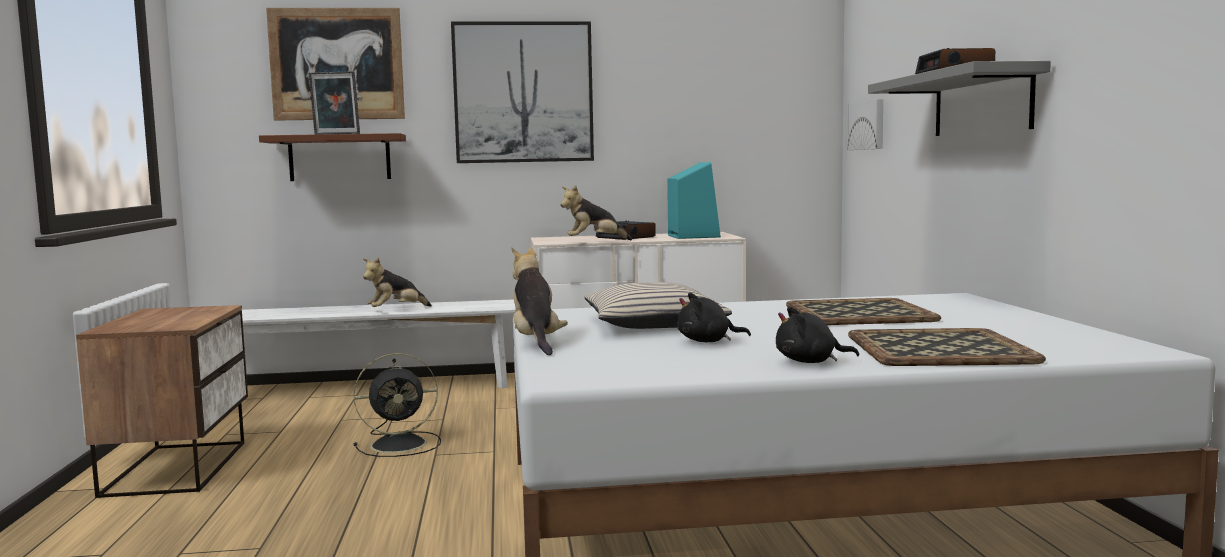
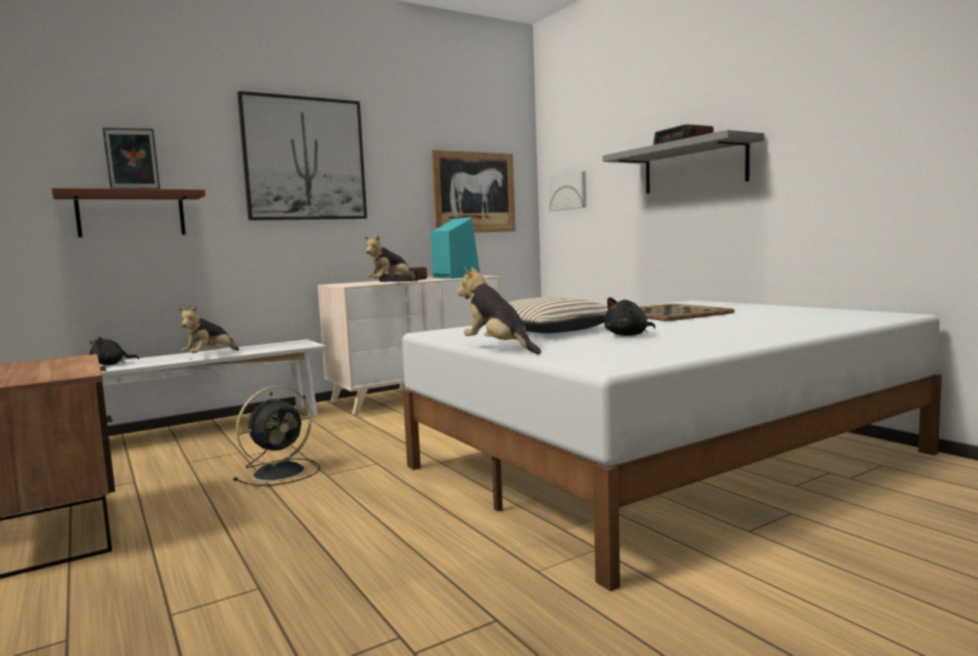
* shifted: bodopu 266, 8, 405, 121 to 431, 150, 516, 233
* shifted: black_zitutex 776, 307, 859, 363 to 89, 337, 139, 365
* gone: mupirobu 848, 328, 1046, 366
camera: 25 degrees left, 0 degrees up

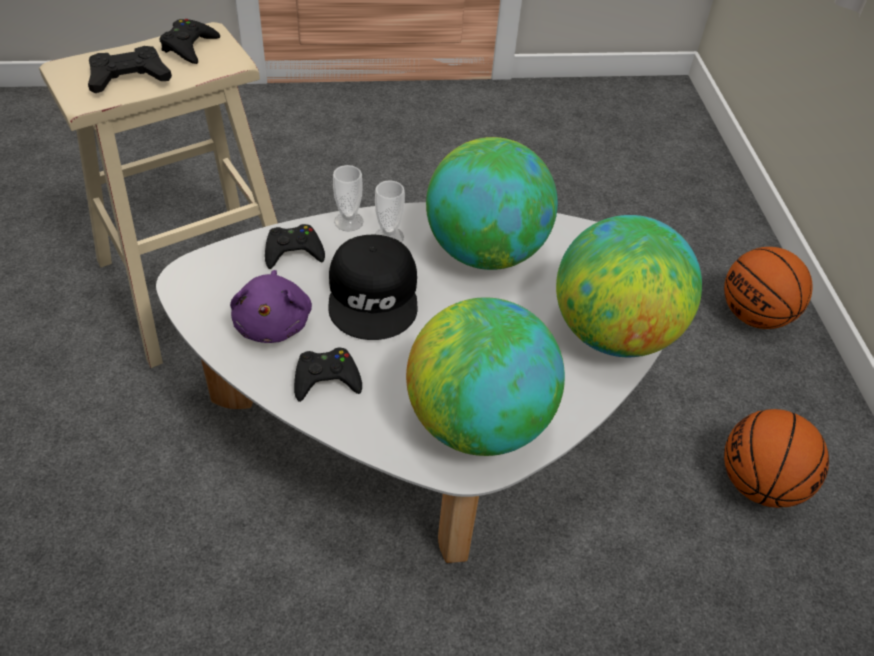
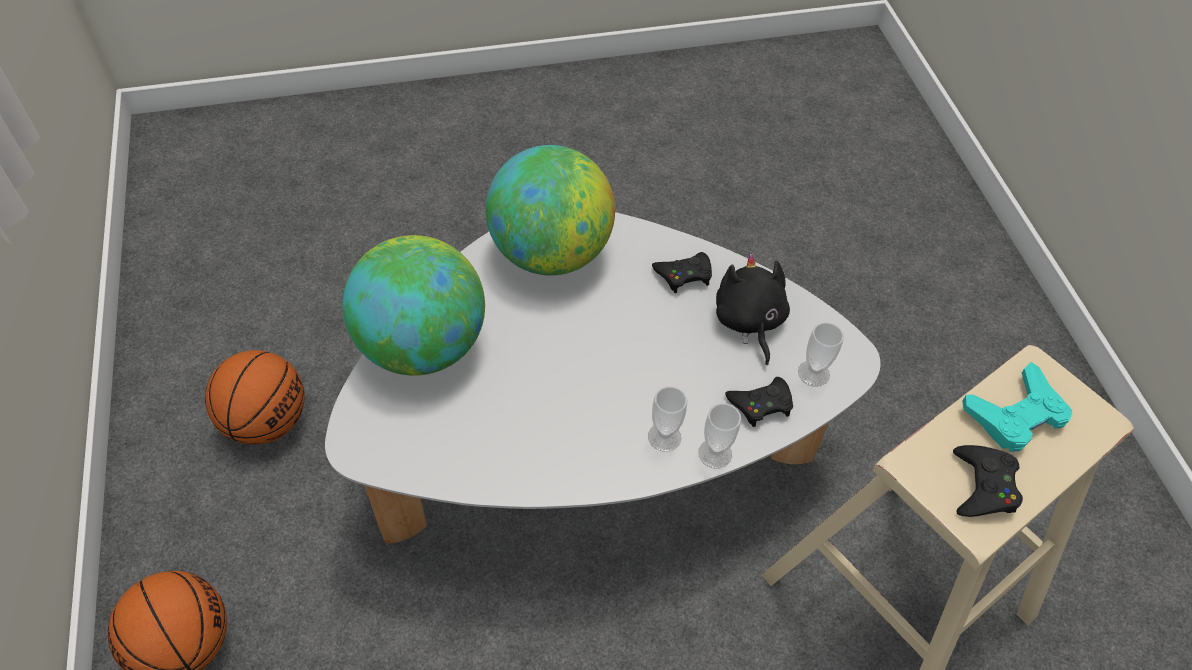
* repainted: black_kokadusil 88, 46, 172, 93 to turquoise_kokadusil 962, 362, 1072, 452
* gone: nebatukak 426, 137, 558, 270
* gone: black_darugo 328, 235, 418, 340
* repainted: purple_zitutex 230, 270, 312, 343 to black_zitutex 716, 254, 790, 365
* new: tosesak 798, 322, 844, 387
camera: 175 degrees right, 5 degrees up

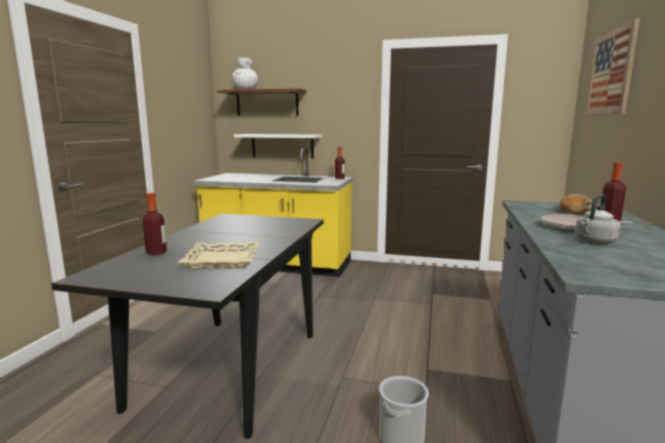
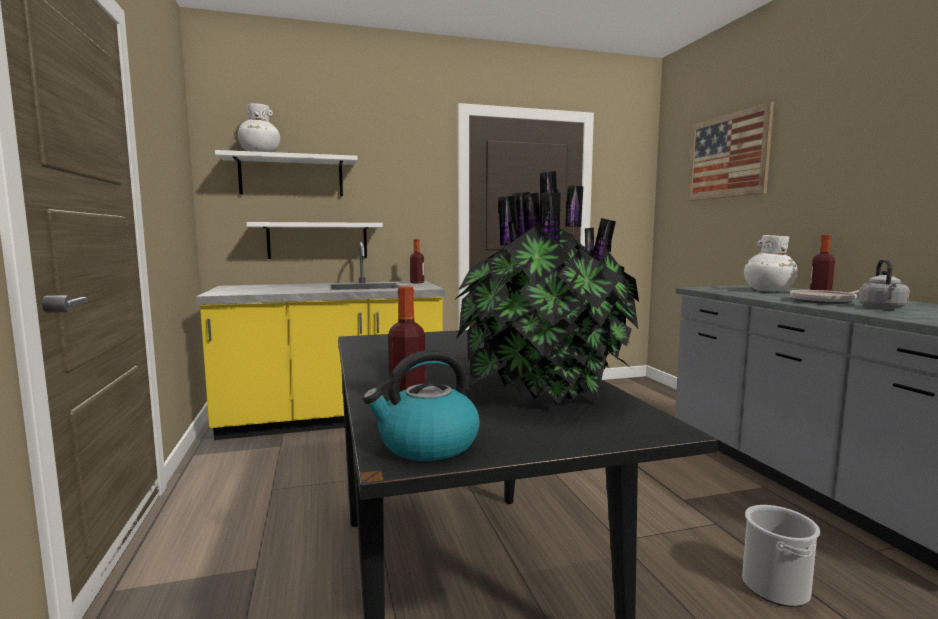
* repainted: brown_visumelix 217, 88, 307, 116 to white_visumelix 215, 150, 358, 196
* swapped: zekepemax 559, 194, 591, 214 to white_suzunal 744, 235, 797, 291
* swapped: beige_mupirobu 178, 242, 260, 269 to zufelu 454, 171, 639, 404
* new: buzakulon 363, 350, 480, 461
camera: 30 degrees left, 5 degrees down

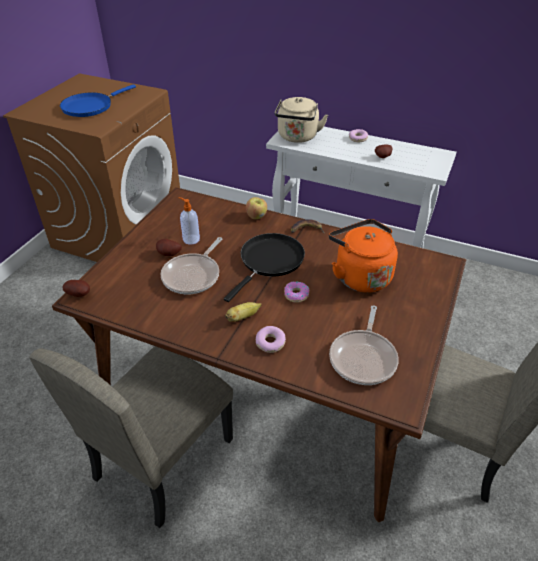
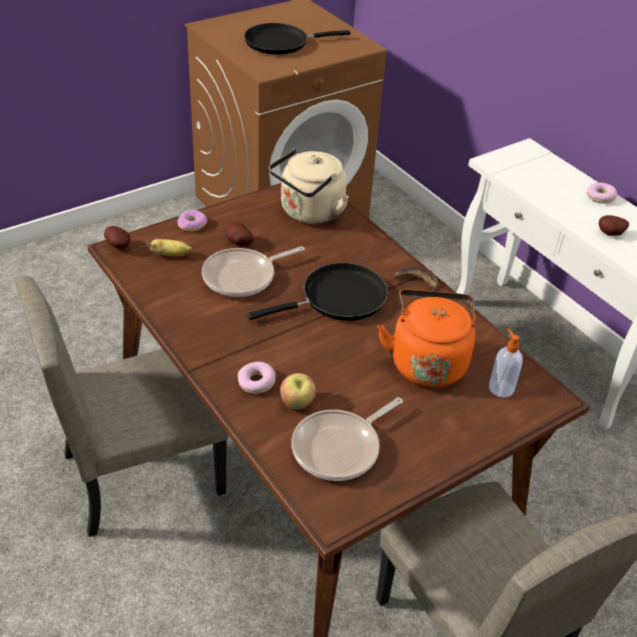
* repainted: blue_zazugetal 60, 84, 136, 117 to black_zazugetal 244, 23, 351, 55
* shifted: beige_buzakulon 275, 97, 328, 143 to 269, 149, 349, 224
* shifted: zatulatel 179, 197, 200, 245 to 489, 327, 523, 398
* shifted: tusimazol 246, 197, 267, 219 to 280, 373, 316, 410
* shifted: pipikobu 284, 282, 309, 303 to 178, 210, 207, 231
* shifted: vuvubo 225, 302, 262, 322 to 146, 239, 192, 257
camera: 30 degrees right, 0 degrees up

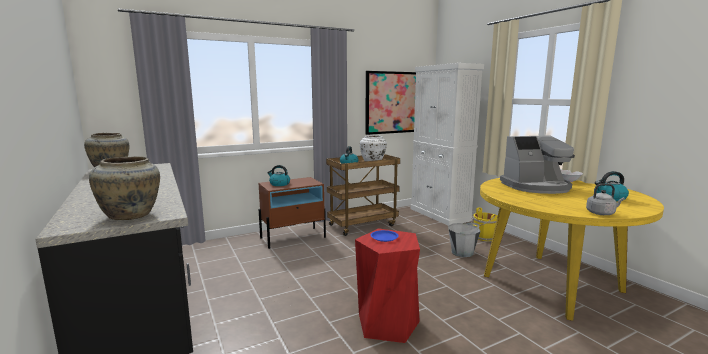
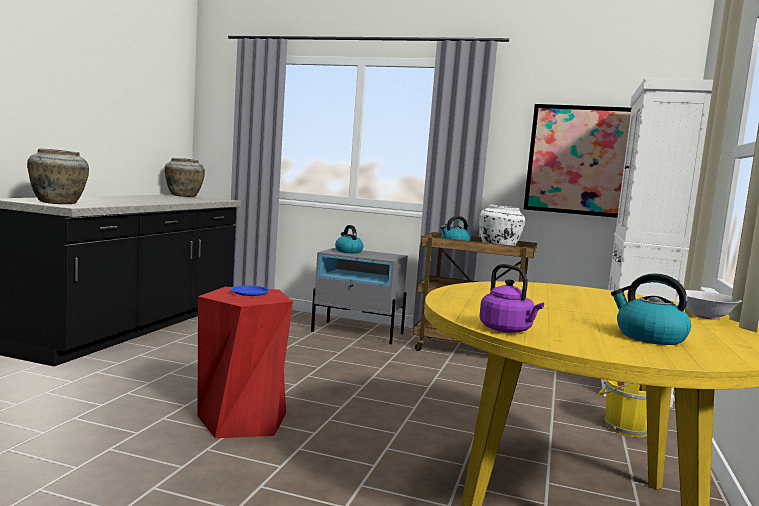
* gone: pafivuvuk 500, 136, 575, 194
* repainted: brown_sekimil 259, 177, 326, 249 to grey_sekimil 311, 247, 408, 344
* repainted: grey_buzakulon 586, 183, 625, 215 to purple_buzakulon 479, 264, 544, 333
* gone: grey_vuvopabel 448, 223, 480, 257
camera: 45 degrees right, 5 degrees down

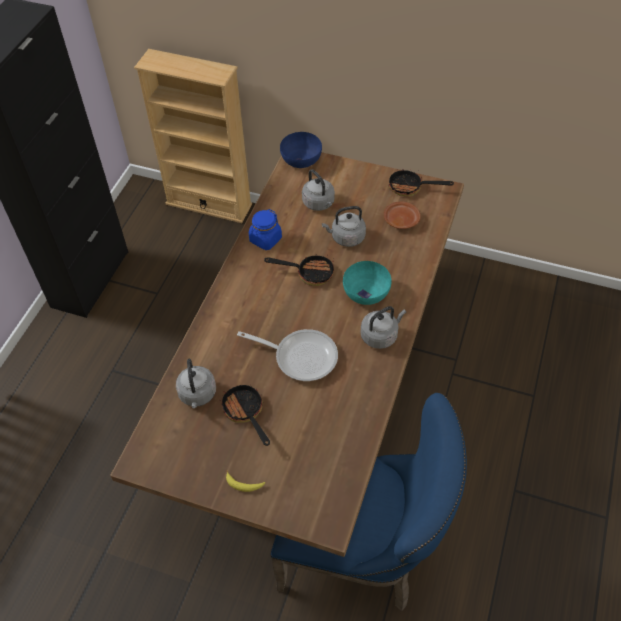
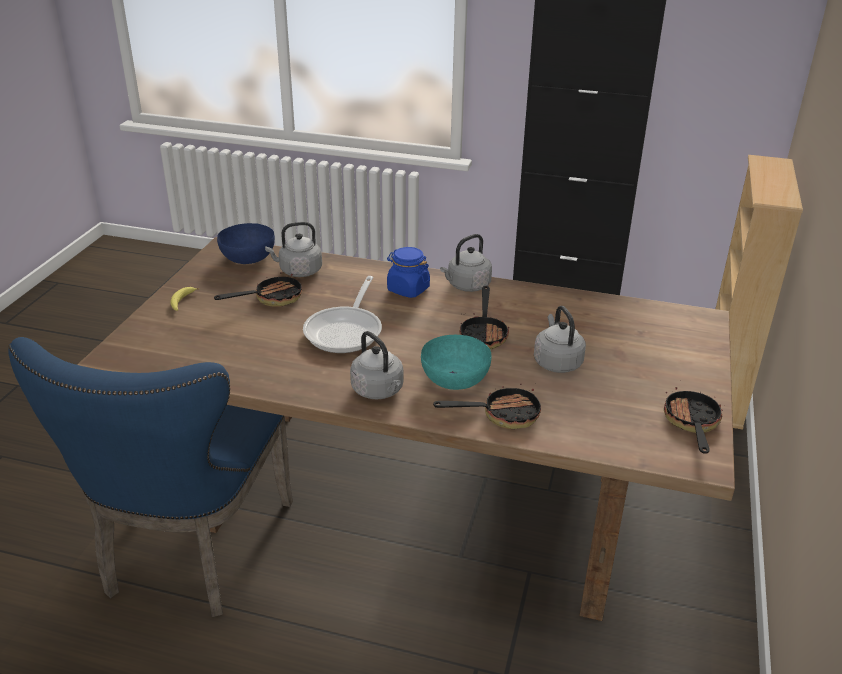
* shifted: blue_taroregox 280, 132, 322, 168 to 217, 223, 275, 264
* shifted: grey_buzakulon 302, 169, 335, 211 to 440, 234, 492, 292
* gone: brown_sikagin 384, 201, 421, 229
* shifted: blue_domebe 249, 209, 282, 250 to 387, 247, 430, 298
* new: zazugetal 433, 384, 541, 429
camera: 85 degrees right, 20 degrees down

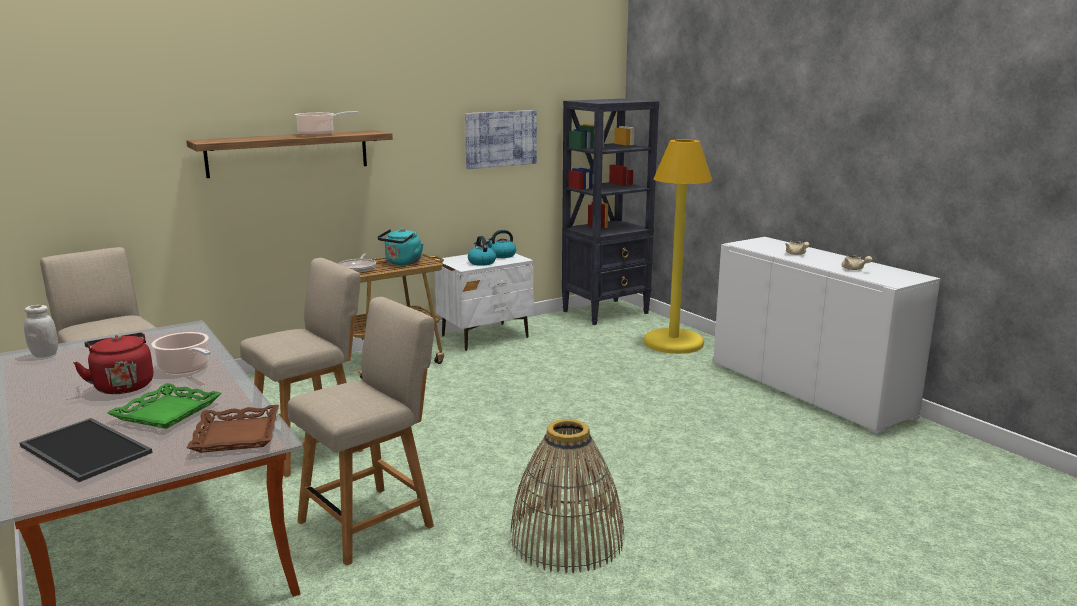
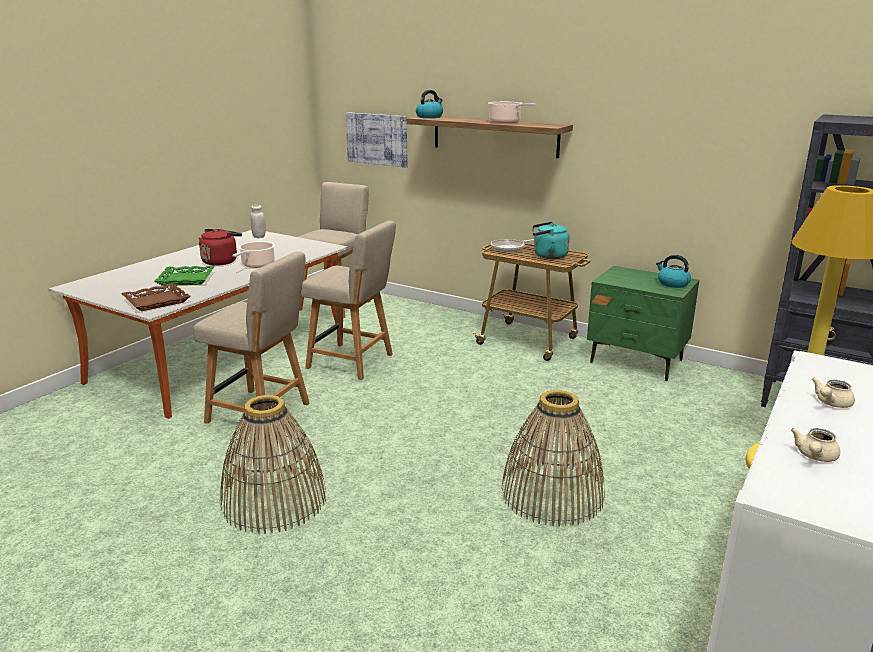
* shifted: bodopu 465, 110, 537, 169 to 345, 112, 407, 168
* shifted: buzakulon 468, 236, 496, 266 to 416, 90, 443, 118
* repainted: white_sekimil 434, 253, 534, 351 to green_sekimil 587, 266, 699, 381
* gone: mupirobu 20, 418, 153, 482
* new: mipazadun 501, 390, 605, 527
camera: 65 degrees right, 5 degrees up

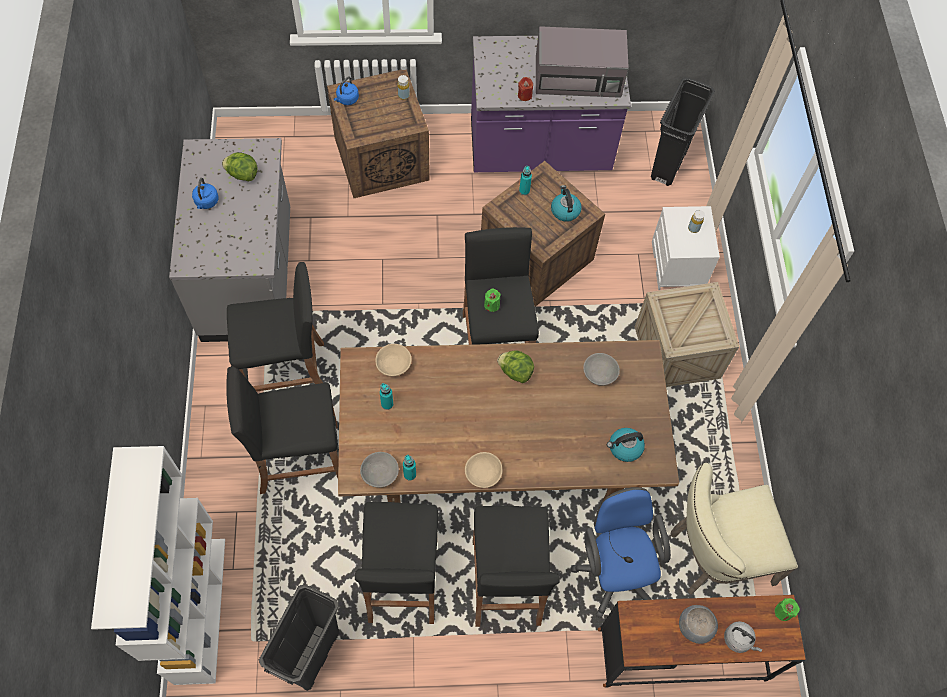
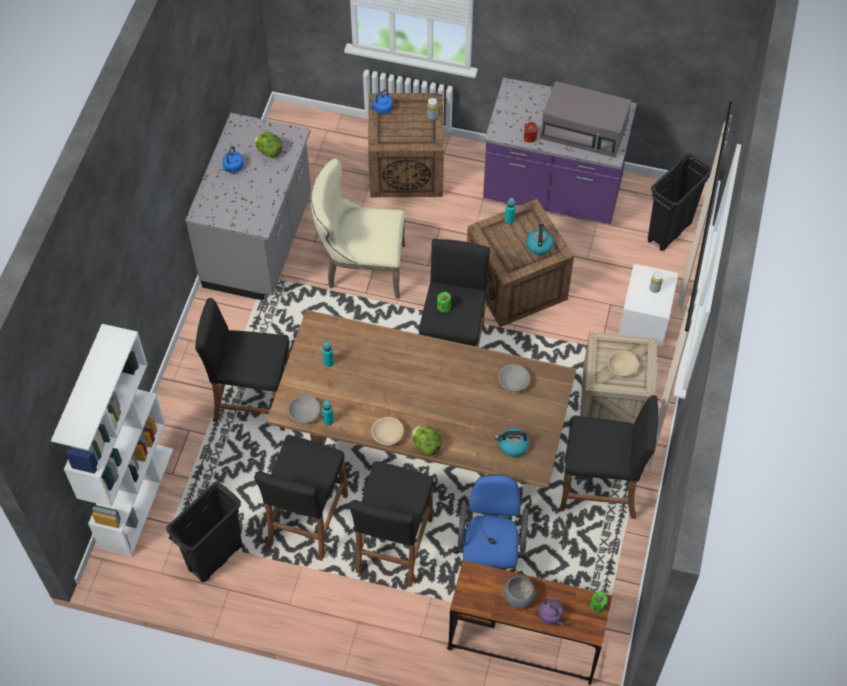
* shifted: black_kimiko 227, 262, 324, 392 to 560, 395, 658, 519
* shifted: beige_taroregox 375, 344, 412, 376 to 608, 350, 639, 377
* shifted: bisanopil 497, 350, 534, 383 to 412, 426, 442, 456
* shifted: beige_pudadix 670, 463, 798, 595 to 311, 159, 405, 299
* repainted: grey_buzakulon 724, 621, 762, 653 to purple_buzakulon 538, 599, 564, 626
camera: 20 degrees right, 5 degrees down

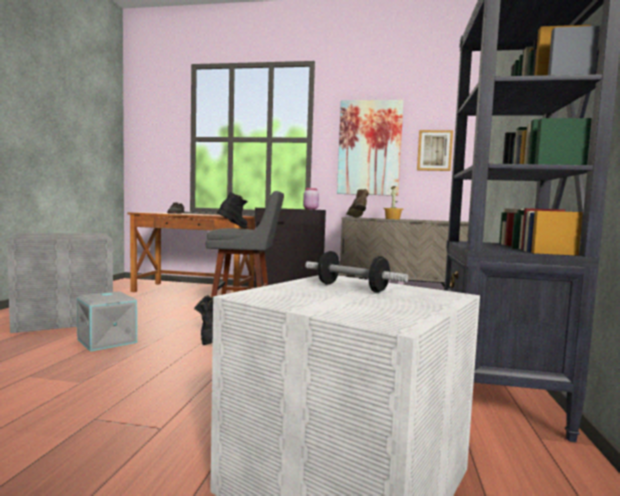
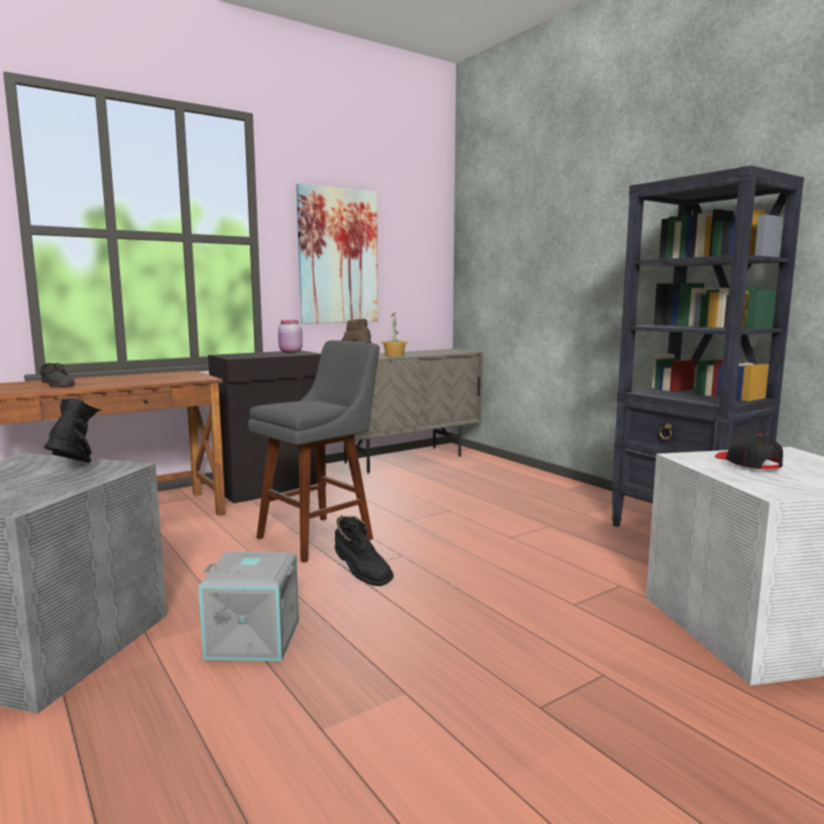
* gone: bodopu 417, 130, 453, 171
* shifted: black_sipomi 217, 192, 248, 229 to 44, 398, 101, 463
* swapped: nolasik 305, 251, 409, 293 to black_darugo 715, 434, 783, 469
camera: 45 degrees left, 5 degrees up

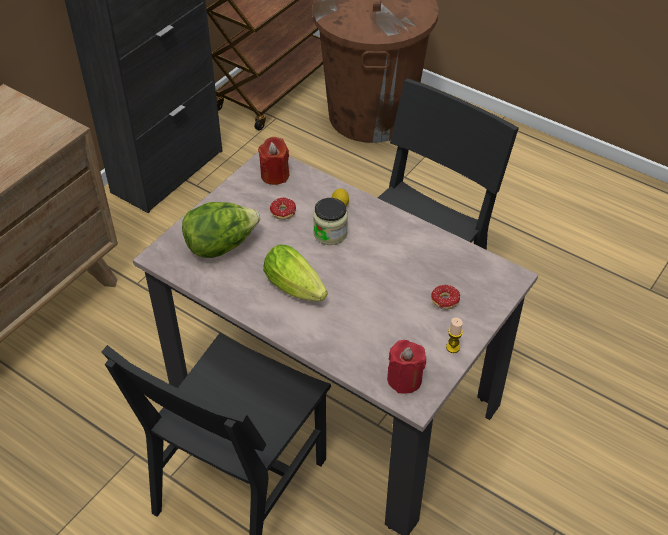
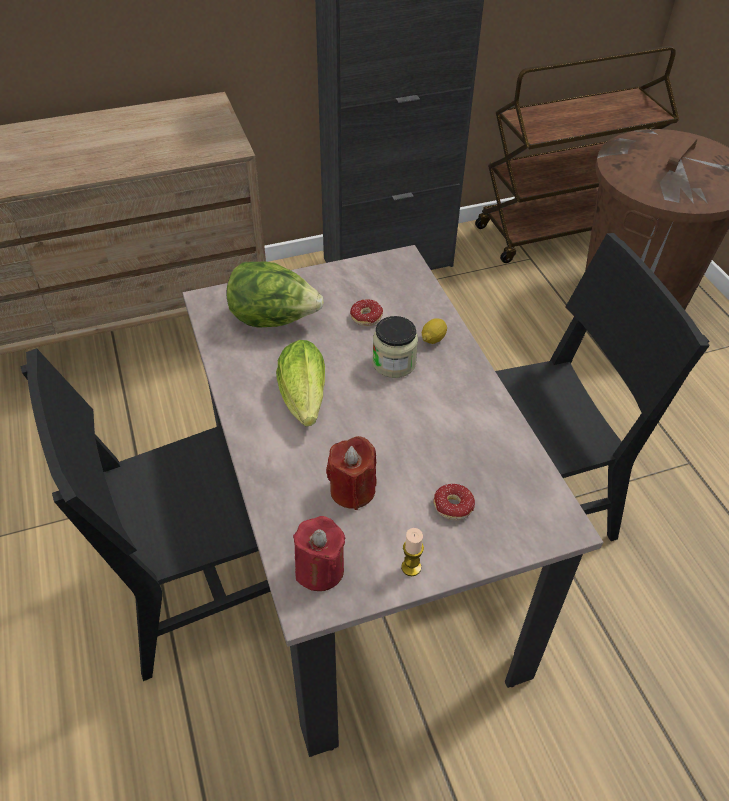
* shifted: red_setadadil 258, 137, 289, 185 to 326, 436, 377, 510
camera: 35 degrees right, 0 degrees up

